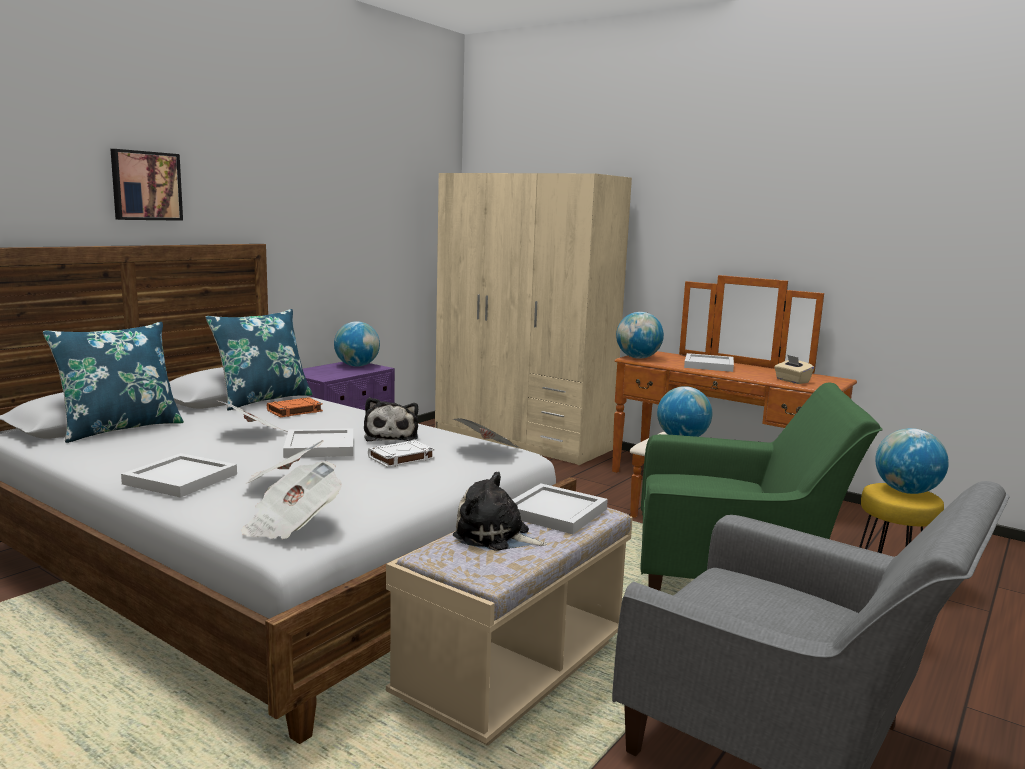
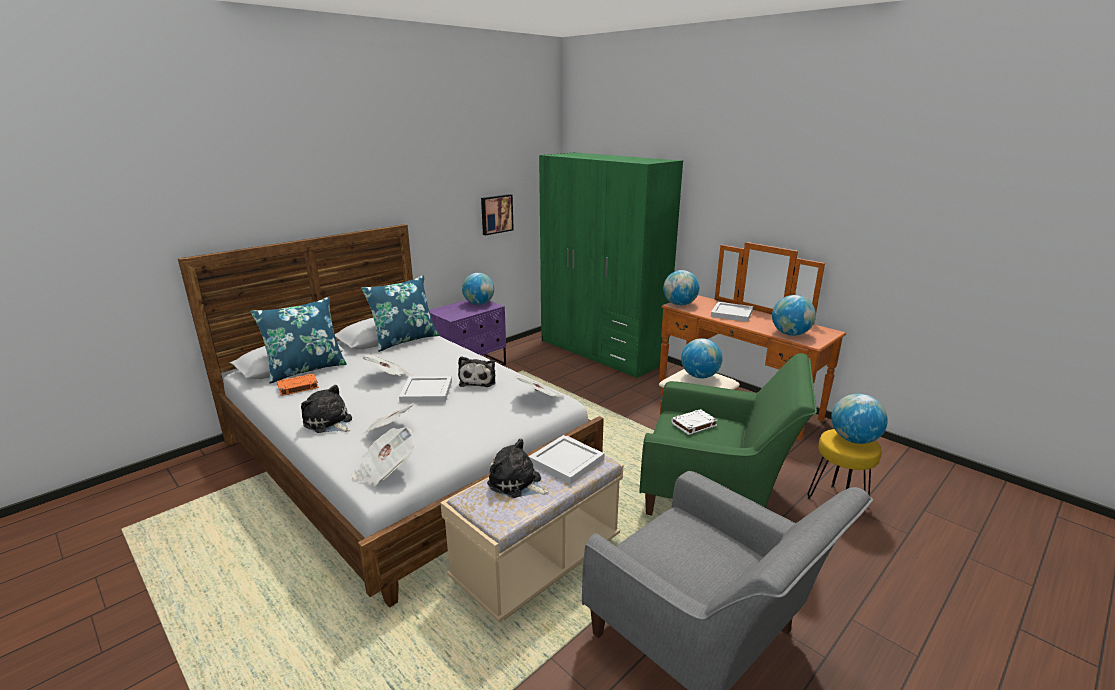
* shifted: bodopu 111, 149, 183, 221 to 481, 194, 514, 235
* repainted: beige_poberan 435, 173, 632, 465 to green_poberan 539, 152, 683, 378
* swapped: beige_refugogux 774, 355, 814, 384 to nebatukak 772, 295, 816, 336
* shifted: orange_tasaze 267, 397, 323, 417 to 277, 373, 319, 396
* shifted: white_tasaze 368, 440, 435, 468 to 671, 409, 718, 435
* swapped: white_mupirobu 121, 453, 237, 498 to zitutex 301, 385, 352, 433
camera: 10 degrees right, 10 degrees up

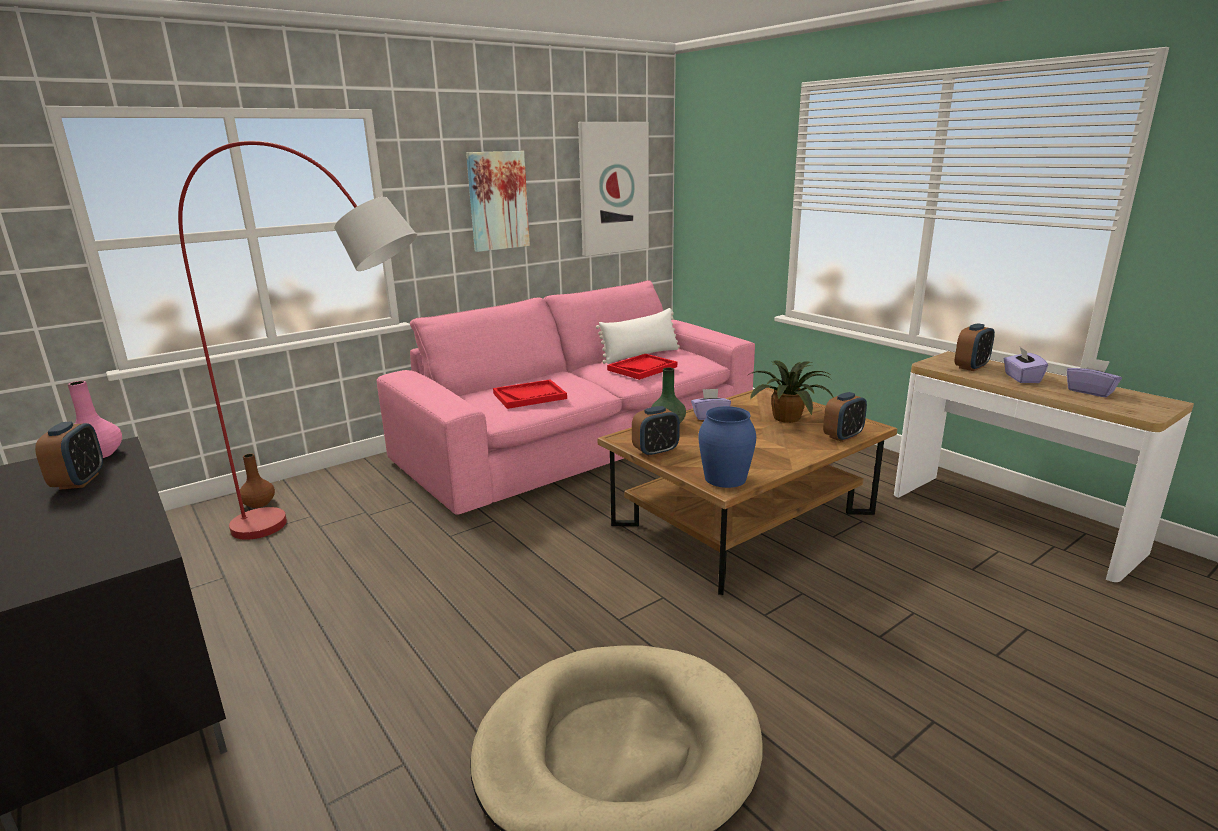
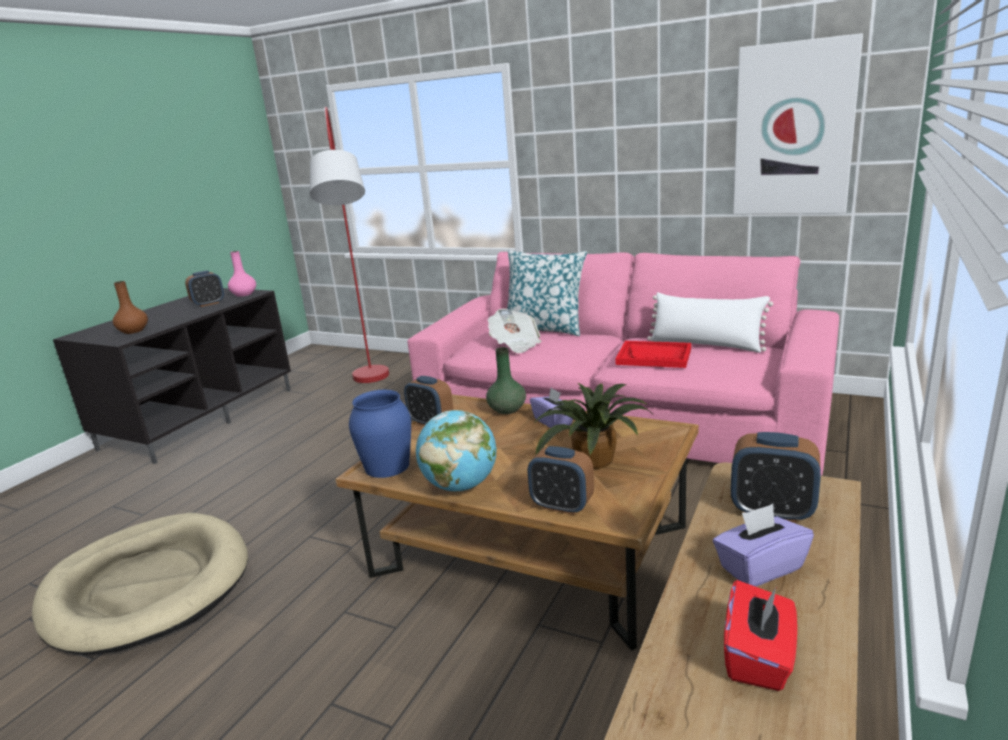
* gone: bodopu 466, 151, 530, 252
* repainted: purple_refugogux 1067, 358, 1122, 397 to red_refugogux 724, 580, 797, 691
* swapped: red_mupirobu 493, 379, 567, 409 to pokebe 488, 309, 541, 353
* shifted: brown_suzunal 240, 454, 275, 508 to 113, 281, 148, 334
* new: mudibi 507, 250, 587, 336
* new: nebatukak 416, 410, 497, 491
camera: 65 degrees right, 0 degrees up

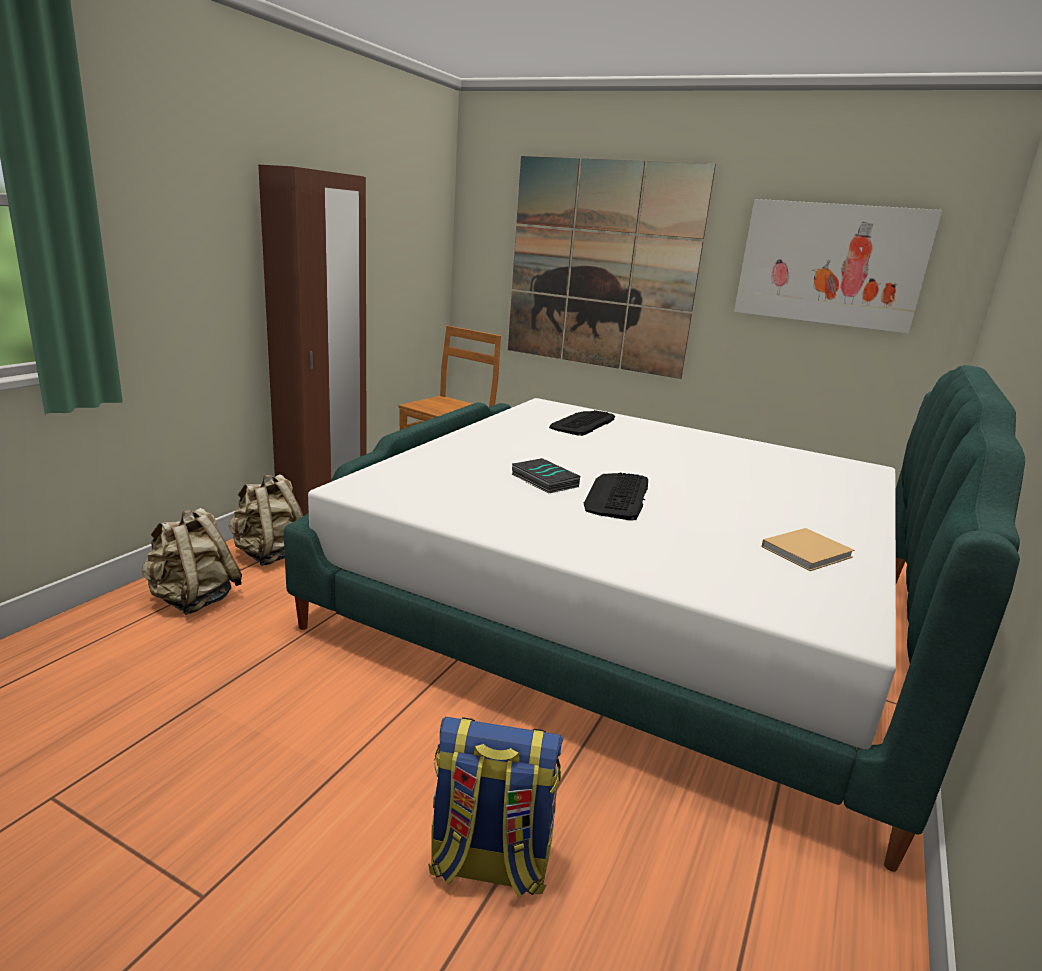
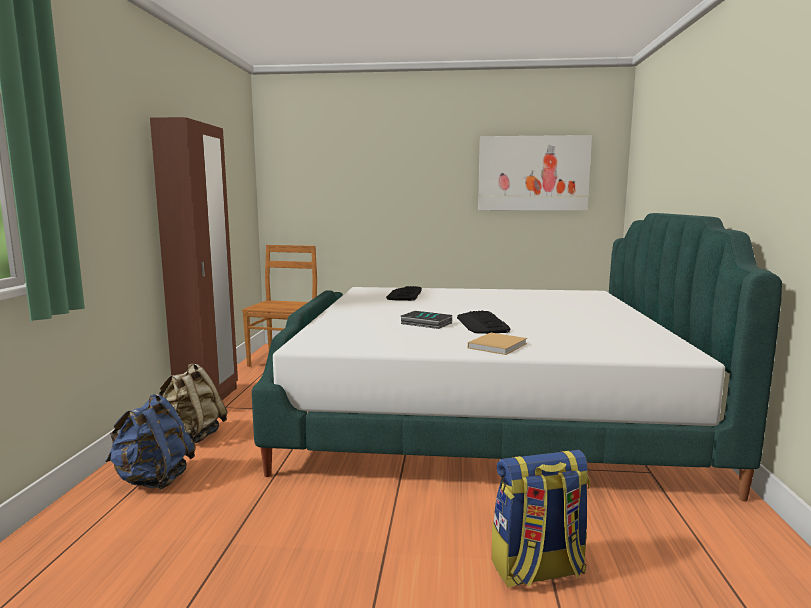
* gone: bodopu 508, 156, 716, 379
* repainted: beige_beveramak 142, 508, 242, 615 to blue_beveramak 106, 394, 196, 490
* shifted: beige_tasaze 761, 528, 855, 571 to 468, 333, 527, 355
camera: 20 degrees left, 10 degrees down

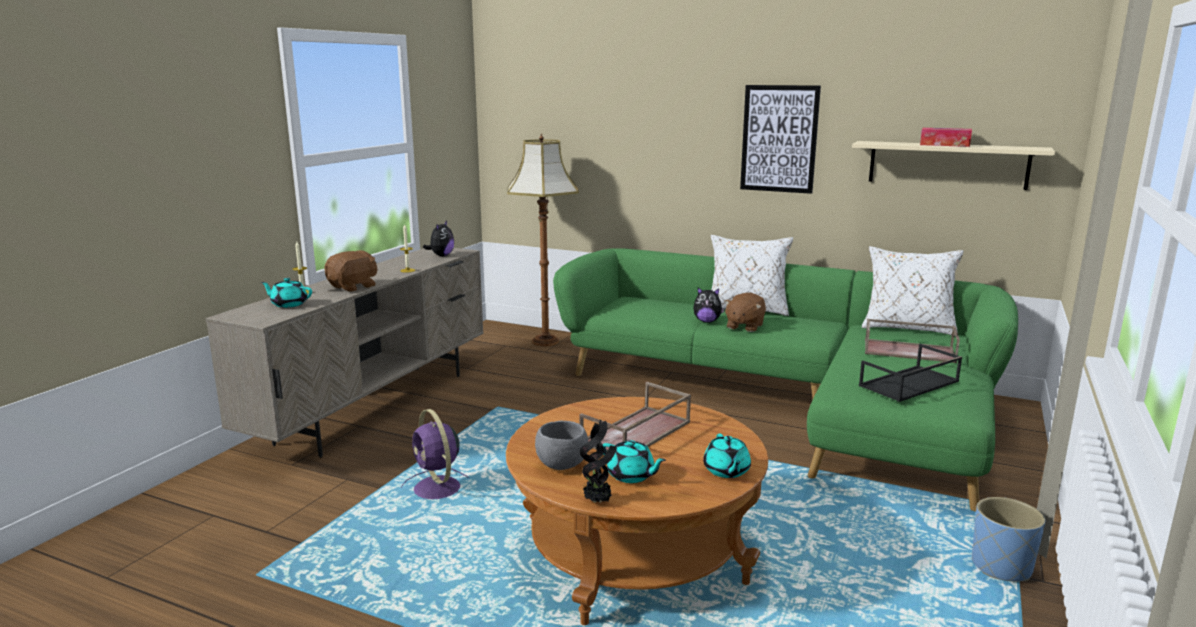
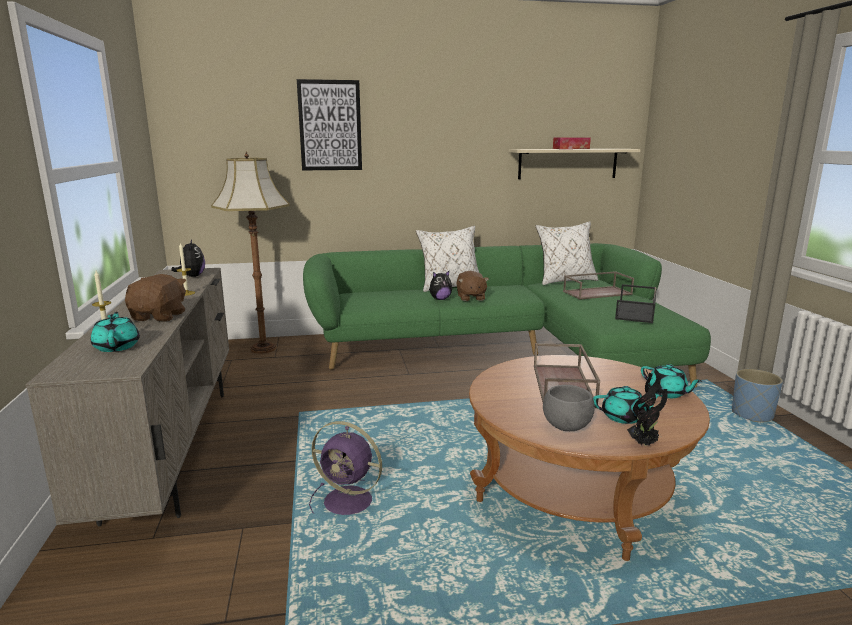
* shifted: bodopu 740, 85, 821, 194 to 297, 79, 362, 170
* rotated: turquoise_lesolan 261, 278, 312, 308 = 91, 312, 140, 352 90 degrees clockwise
camera: 35 degrees left, 0 degrees up

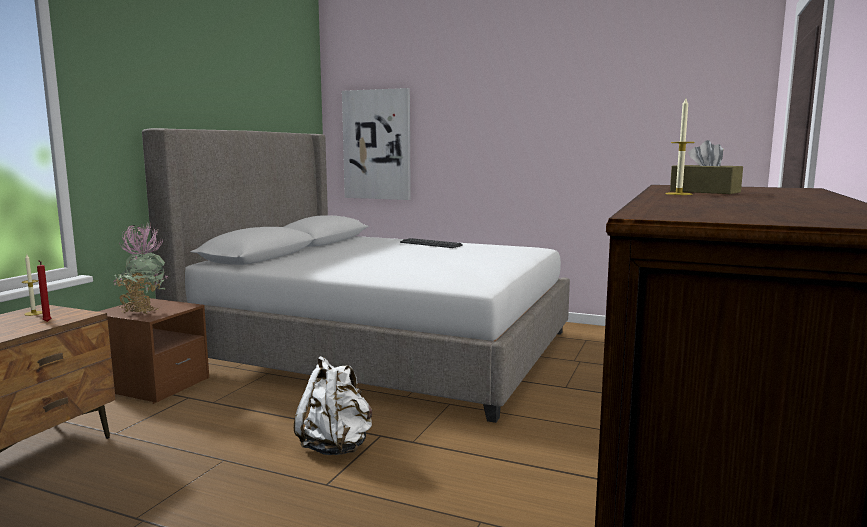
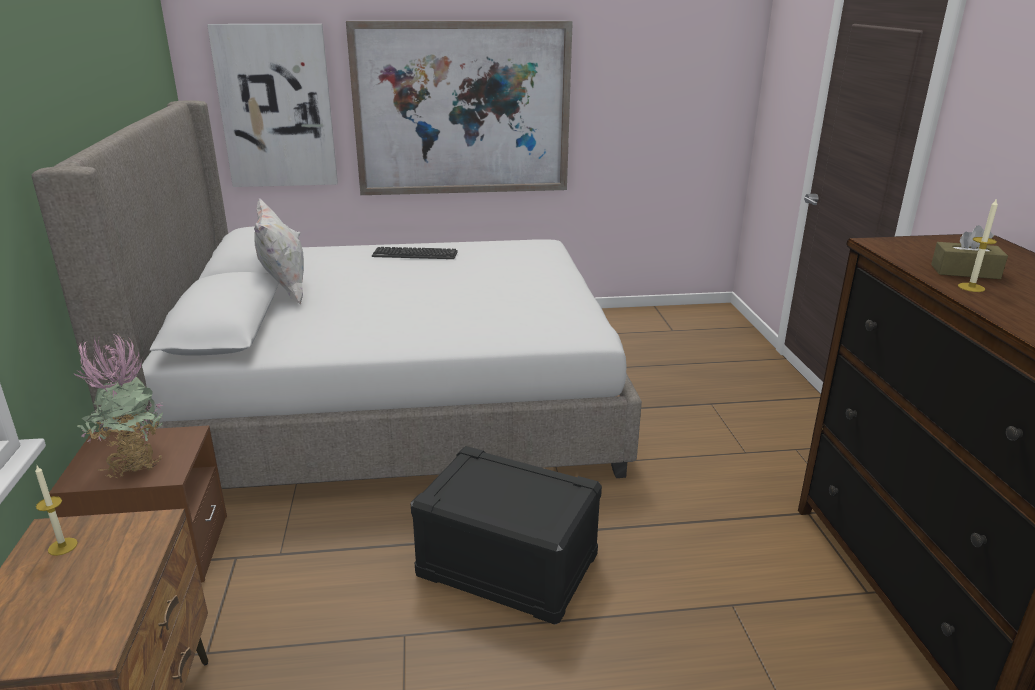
* gone: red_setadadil 37, 260, 51, 322
* swapped: white_beveramak 294, 356, 372, 455 to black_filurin 411, 446, 602, 625
* new: bodopu 346, 21, 573, 195
* new: white_mudibi 254, 199, 304, 305
camera: 30 degrees left, 15 degrees up

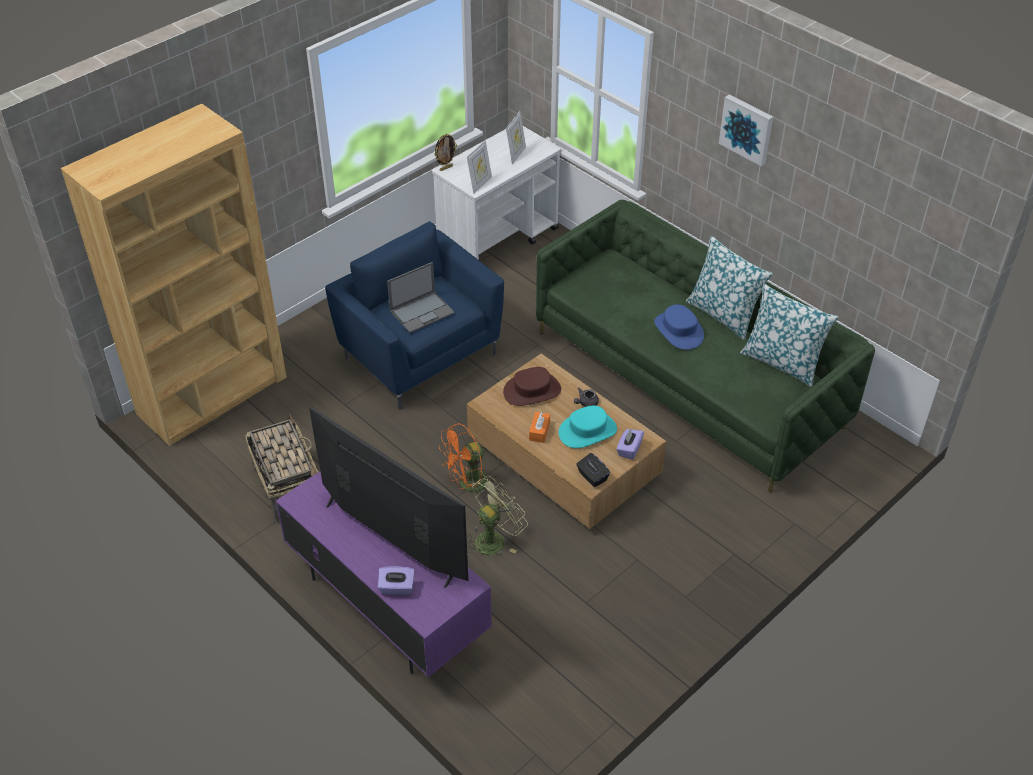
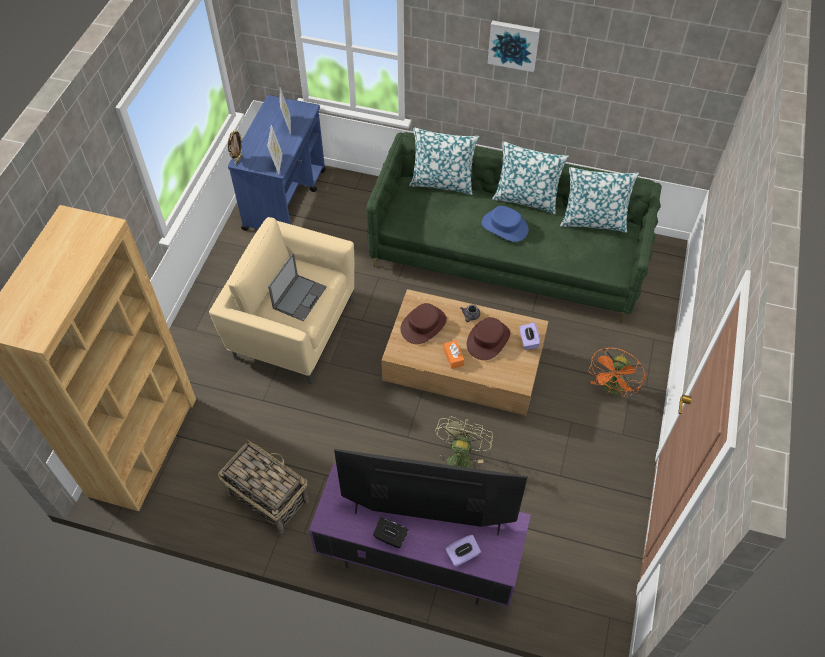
* repainted: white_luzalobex 432, 126, 562, 260 to blue_luzalobex 228, 95, 326, 231
* repainted: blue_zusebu 325, 221, 504, 410 to beige_zusebu 209, 217, 354, 384
* repainted: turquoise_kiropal 559, 405, 617, 448 to brown_kiropal 467, 317, 510, 360
* shifted: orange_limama 439, 423, 498, 499 to 588, 348, 645, 397
* shifted: black_refugogux 576, 453, 610, 487 to 373, 518, 409, 548
* new: mudibi 409, 128, 479, 195
camera: 30 degrees left, 10 degrees up

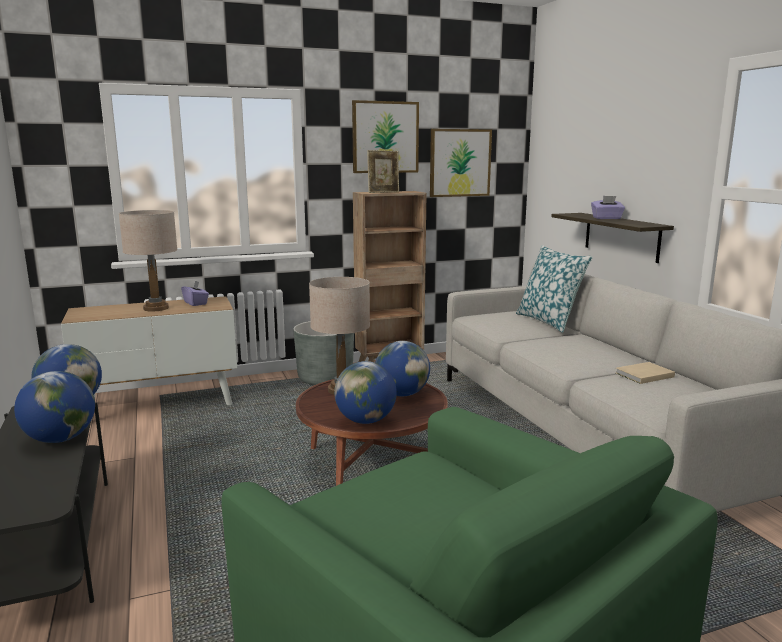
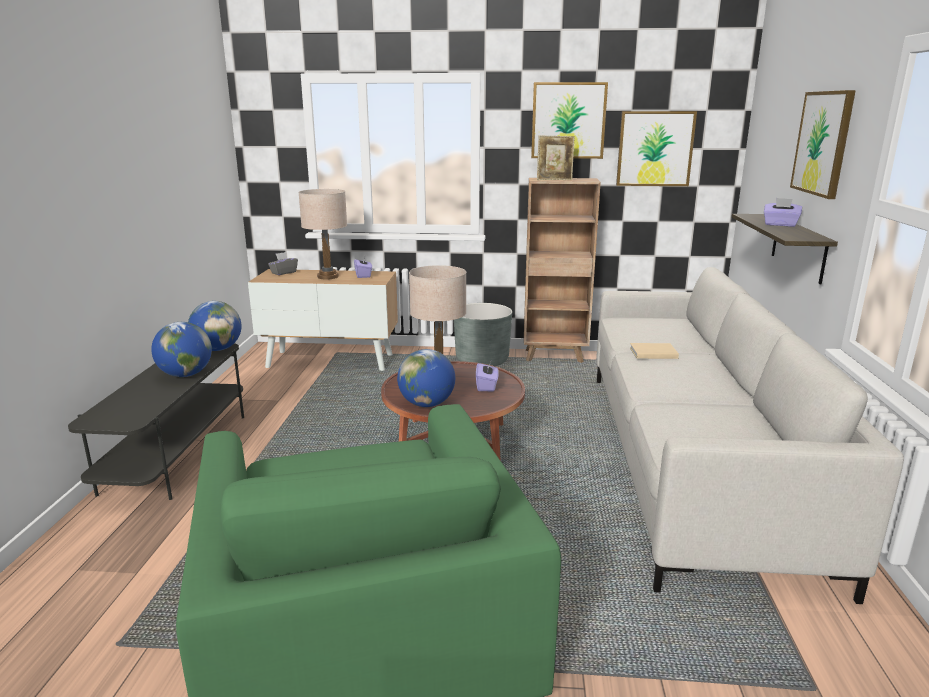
* gone: mudibi 516, 245, 593, 333
* swapped: nebatukak 375, 341, 430, 396 to purple_refugogux 476, 362, 499, 391
* shifted: beige_tasaze 616, 362, 675, 384 to 630, 343, 679, 359
* new: bodopu 790, 90, 856, 199
* new: grey_refugogux 268, 252, 298, 275
camera: 25 degrees right, 5 degrees up

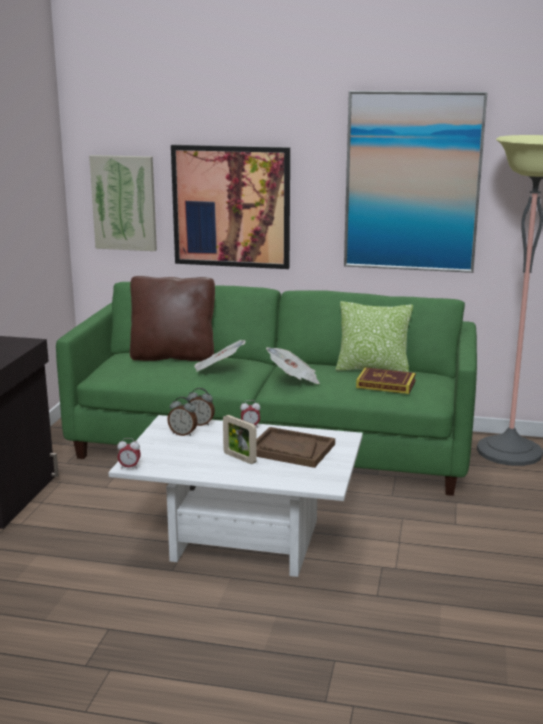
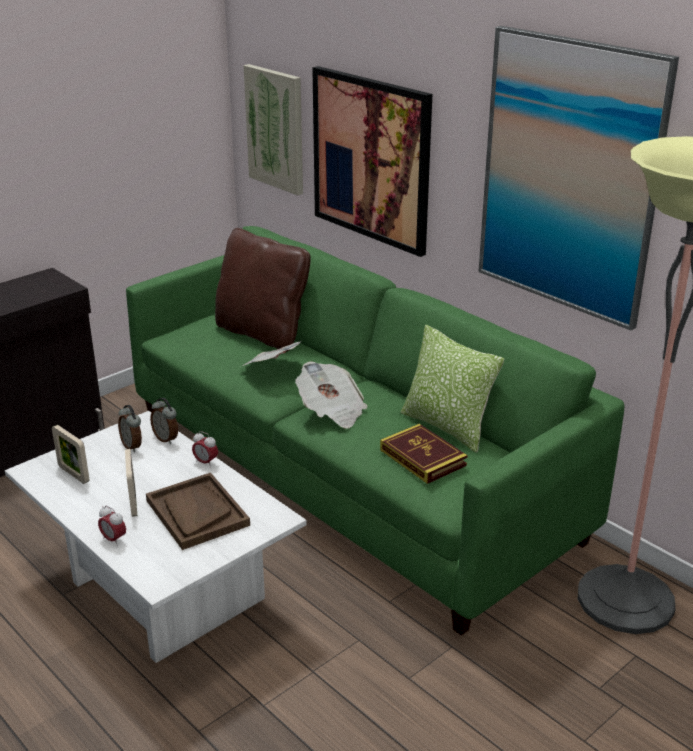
* shifted: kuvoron 117, 438, 141, 469 to 98, 506, 126, 546
* new: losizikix 52, 425, 90, 484
camera: 35 degrees right, 10 degrees up

